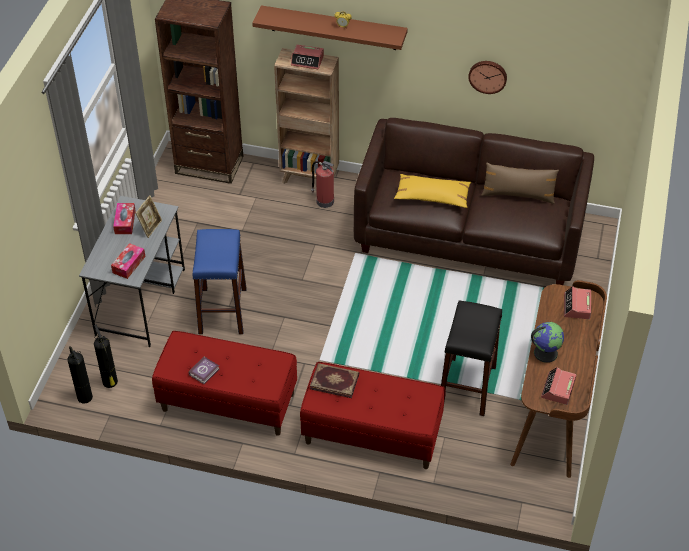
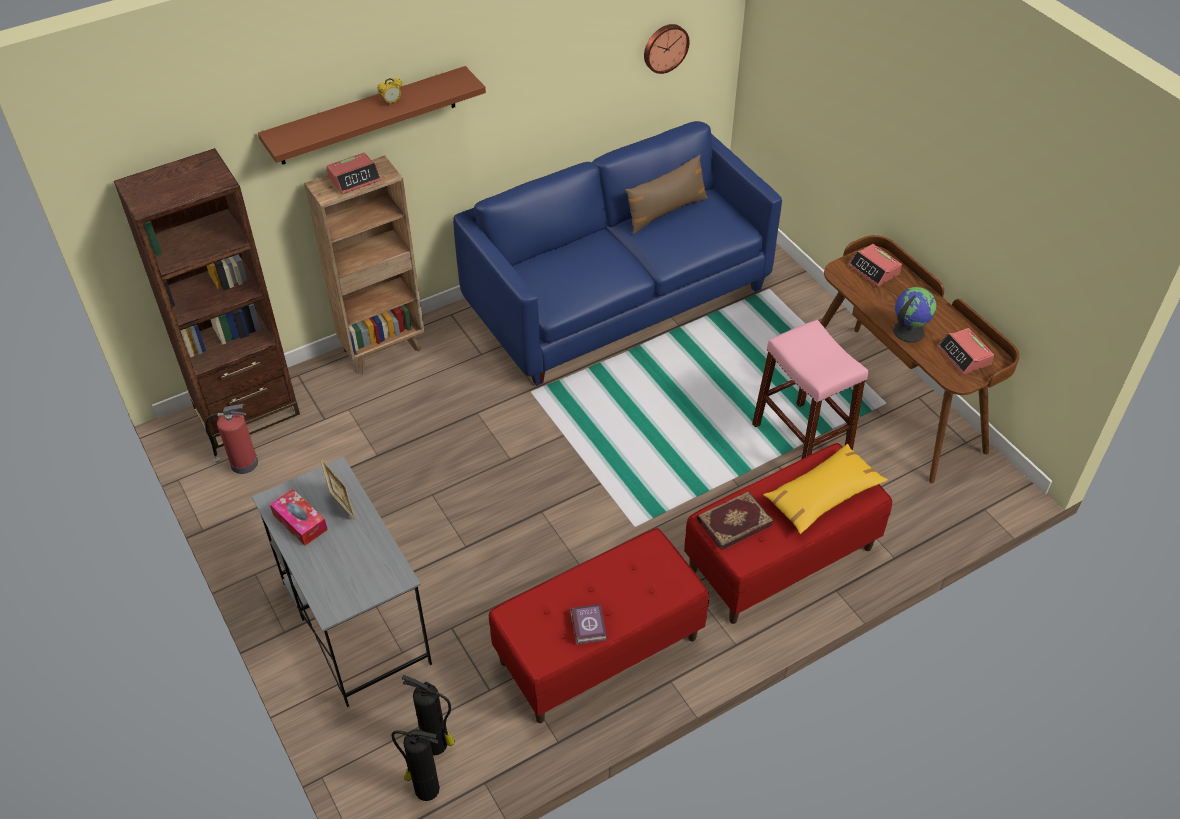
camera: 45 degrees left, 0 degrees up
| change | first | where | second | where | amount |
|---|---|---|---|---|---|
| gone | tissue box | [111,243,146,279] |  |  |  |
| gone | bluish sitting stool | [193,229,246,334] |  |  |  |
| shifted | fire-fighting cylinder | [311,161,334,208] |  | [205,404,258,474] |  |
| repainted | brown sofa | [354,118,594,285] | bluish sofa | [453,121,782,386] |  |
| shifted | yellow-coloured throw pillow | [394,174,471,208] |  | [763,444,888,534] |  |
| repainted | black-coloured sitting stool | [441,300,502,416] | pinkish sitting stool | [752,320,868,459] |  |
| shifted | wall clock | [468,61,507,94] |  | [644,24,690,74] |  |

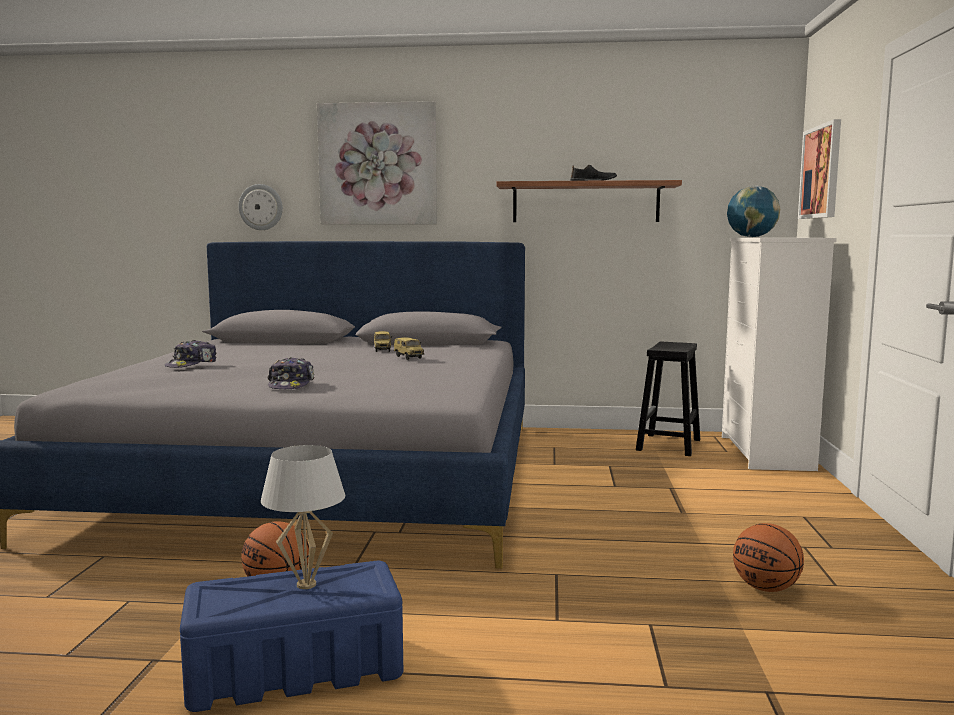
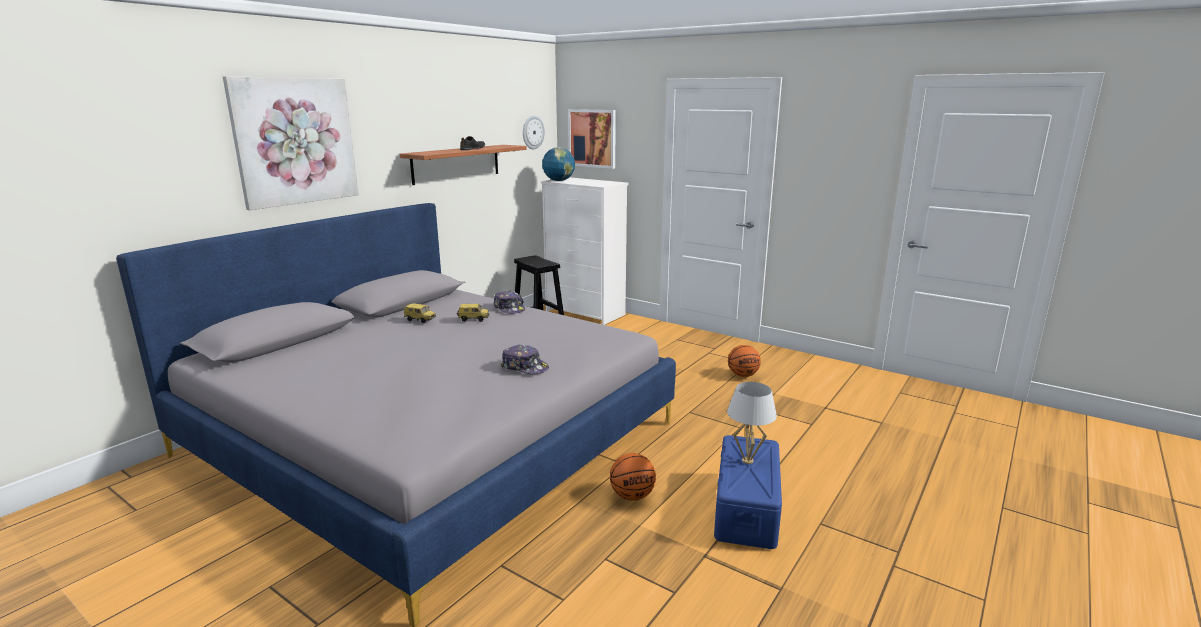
camera: 60 degrees left, 10 degrees up
| change | first | where | second | where | amount |
|---|---|---|---|---|---|
| shifted | baseball cap | [165,340,216,368] |  | [493,291,525,314] |  |
| shifted | wall clock | [238,184,283,230] |  | [523,115,545,149] |  |

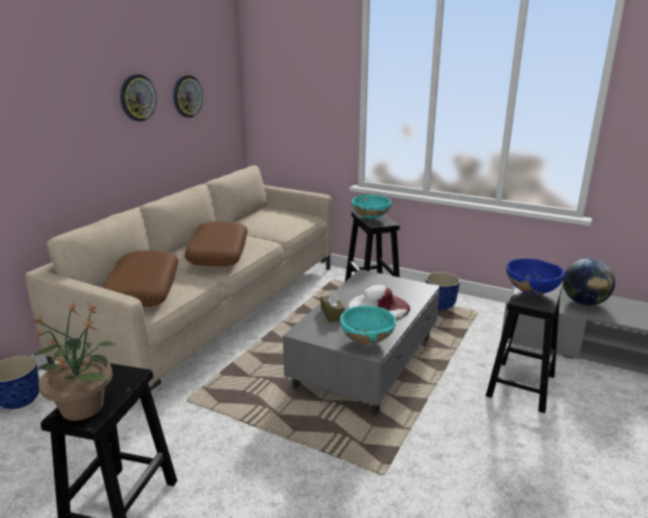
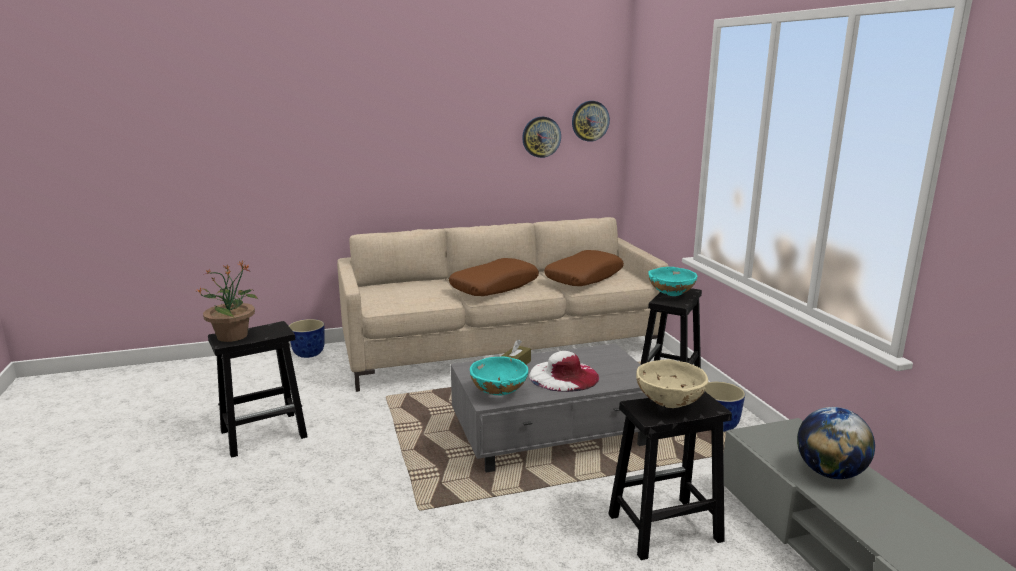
camera: 45 degrees right, 5 degrees down
| change | first | where | second | where | amount |
|---|---|---|---|---|---|
| shifted | brown throw pillow | [103,251,178,307] |  | [544,250,624,286] |  |
| shifted | wall clock | [120,74,157,122] |  | [572,101,610,142] |  |
| repainted | bluish serving bowl | [506,258,565,295] | beige-coloured serving bowl | [636,359,708,408] |  |

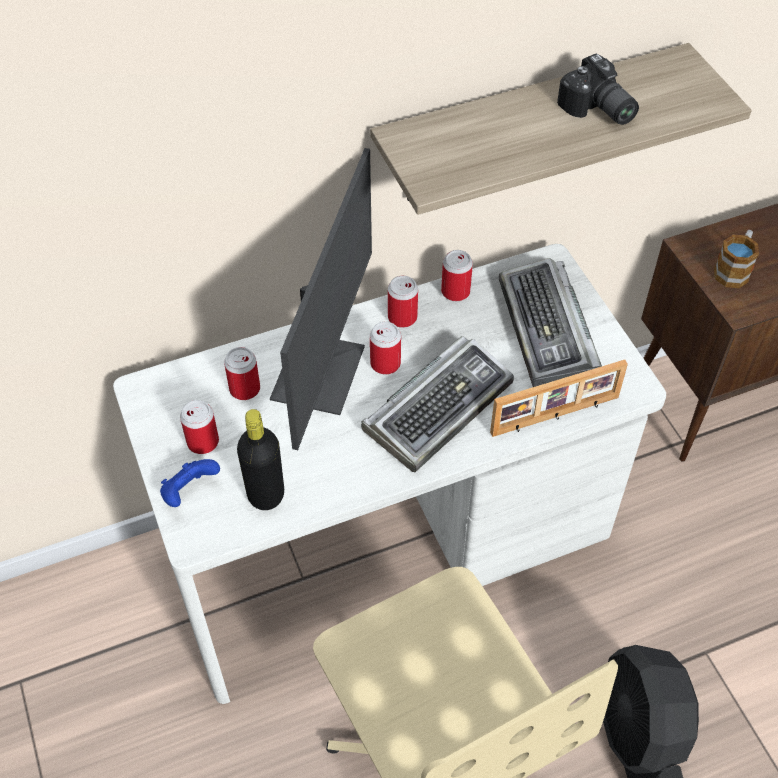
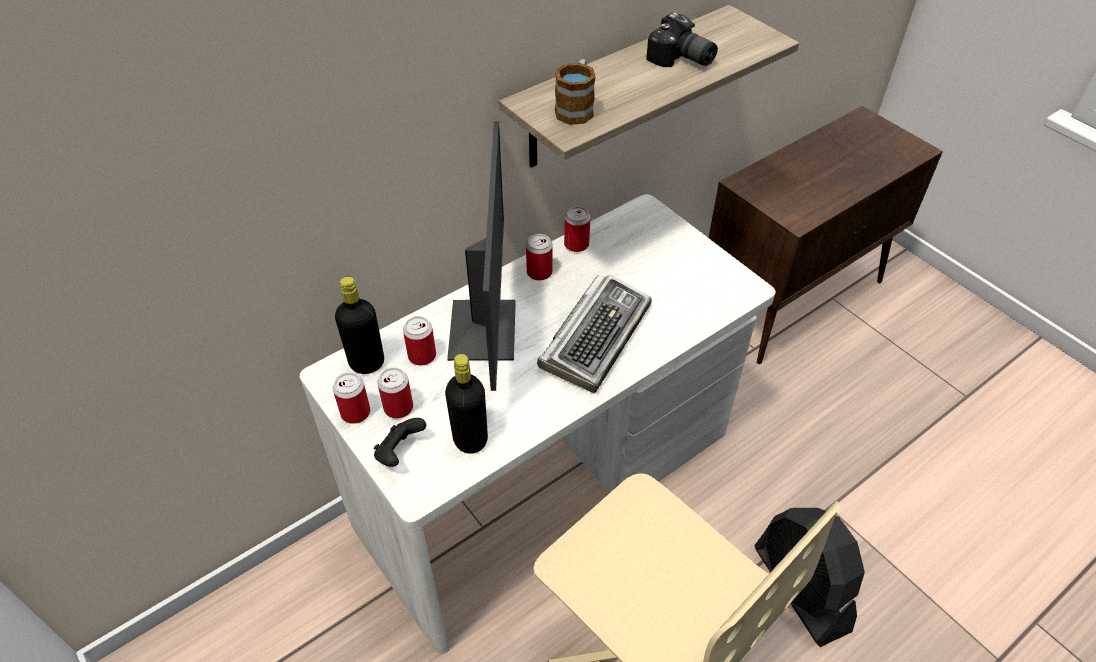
camera: 15 degrees left, 5 degrees down
| change | first | where | second | where | amount |
|---|---|---|---|---|---|
| repainted | bluish game controller | [160,459,220,507] | black-coloured game controller | [374,418,426,467] |  |
| shifted | metal can | [370,322,401,374] |  | [333,372,370,424] |  |
| gone | photo frame | [490,360,628,437] |  |  |  |
| gone | keyboard | [499,258,602,387] |  |  |  |
| shifted | coffee mug | [714,230,759,288] |  | [555,59,596,125] |  |
| new |  |  | black-coloured bottle | [335,277,384,374] |  |

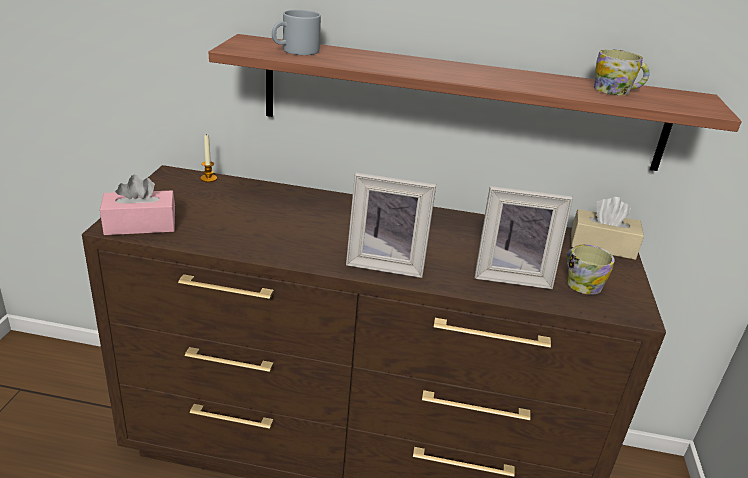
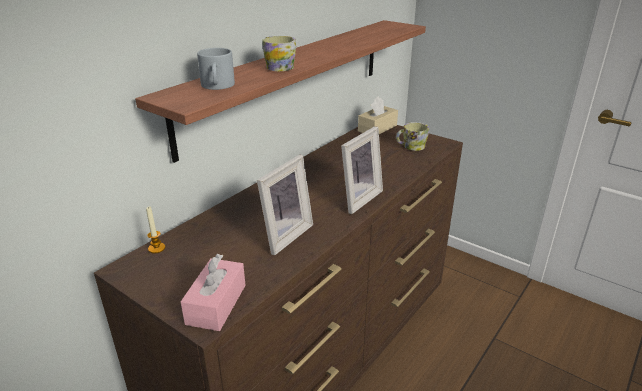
camera: 60 degrees left, 0 degrees up
| change | first | where | second | where | amount |
|---|---|---|---|---|---|
| shifted | photo frame | [474,186,573,289] |  | [257,155,313,255] |  |
| shifted | coffee mug | [594,49,650,95] |  | [263,36,296,71] |  |

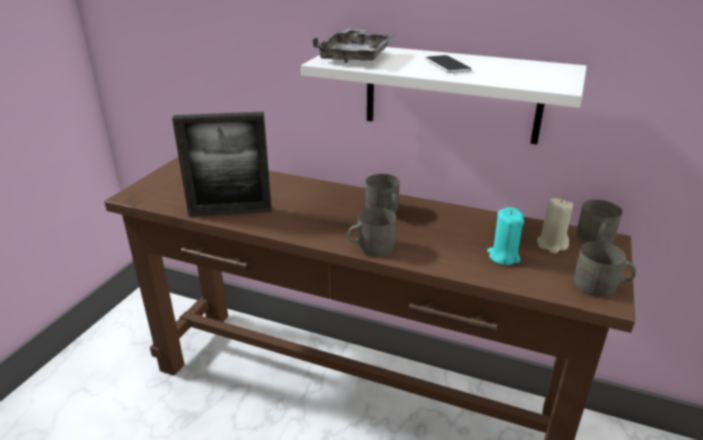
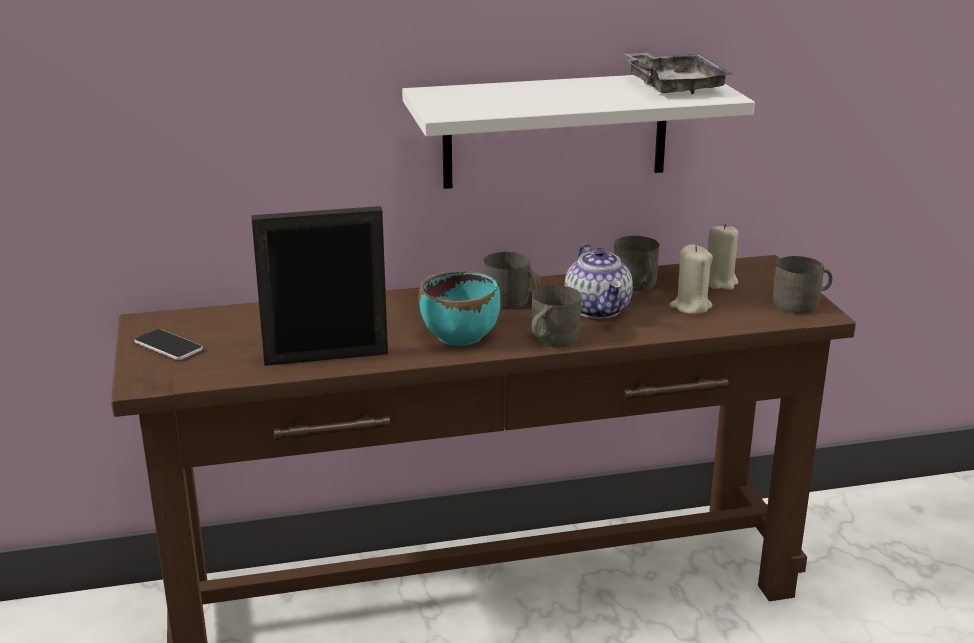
camera: 35 degrees left, 5 degrees down
| change | first | where | second | where | amount |
|---|---|---|---|---|---|
| rotated | photo frame | [172,112,272,217] |  | [251,206,388,366] | 150 degrees counterclockwise |
| shifted | grey serving tray | [313,28,395,63] |  | [624,52,733,94] |  |
| shifted | phone | [425,55,472,73] |  | [134,329,203,360] |  |
| repainted | blue-green wax candle | [487,207,524,265] | beige-coloured wax candle | [670,244,713,314] |  |
| shifted | grey coffee mug | [577,200,622,244] |  | [614,236,659,291] |  |
| new |  |  | blue-green serving bowl | [419,271,500,346] |  |
| new |  |  | tea pot | [565,244,633,319] |  |

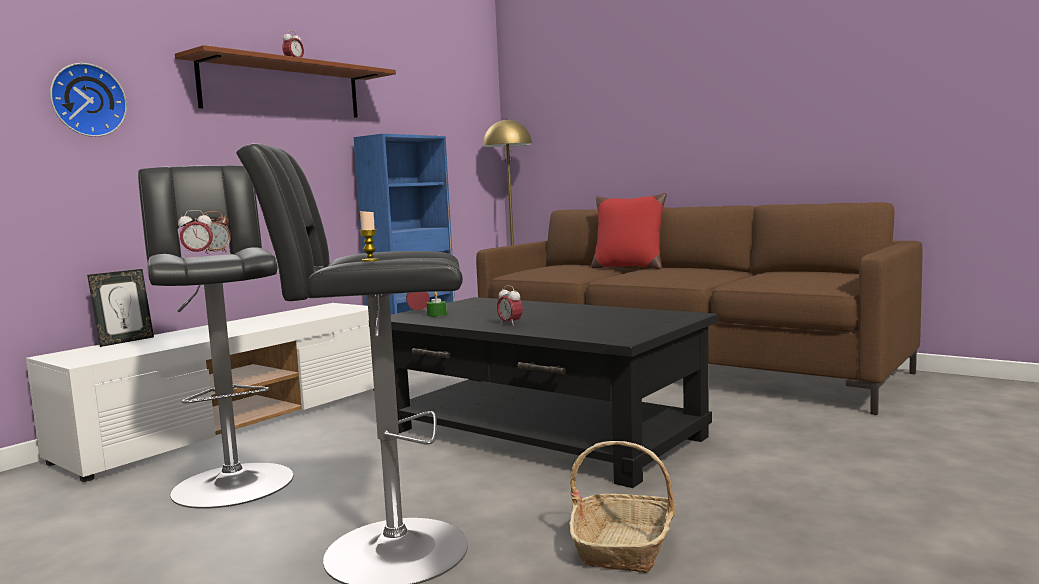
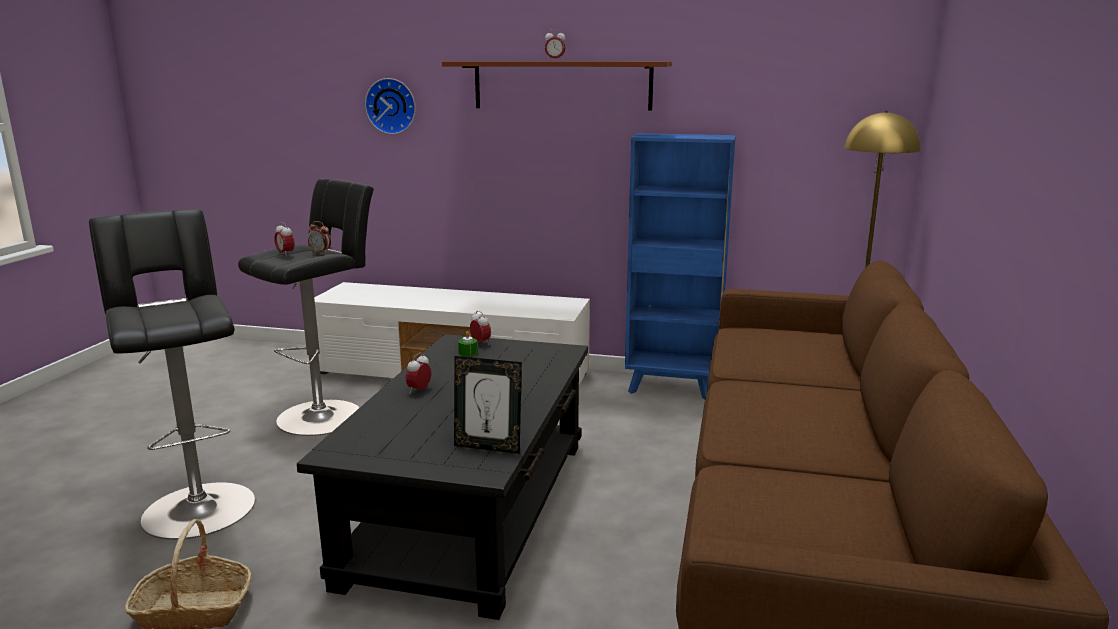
camera: 65 degrees right, 10 degrees up
| change | first | where | second | where | amount |
|---|---|---|---|---|---|
| shifted | photo frame | [87,269,154,347] |  | [454,356,522,454] |  |
| gone | wax candle | [359,210,379,262] |  |  |  |
| gone | red-coloured throw pillow | [591,193,667,269] |  |  |  |

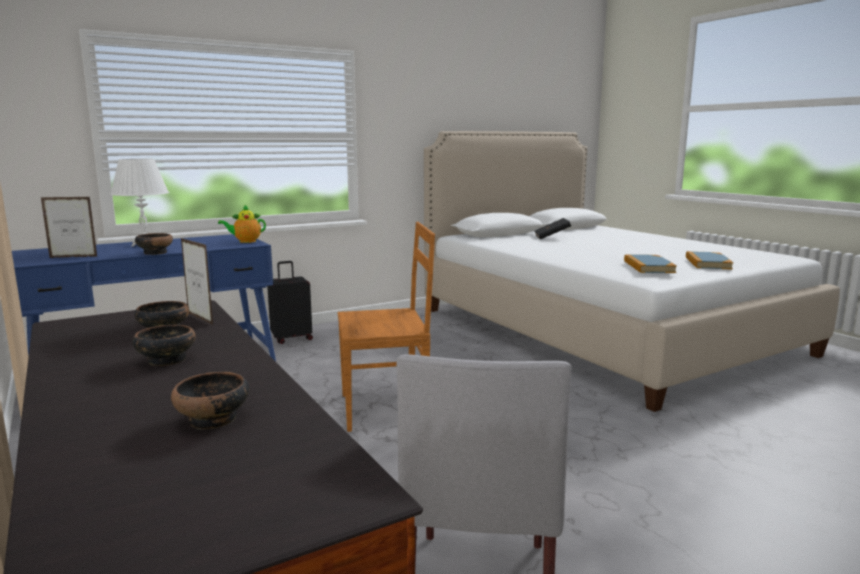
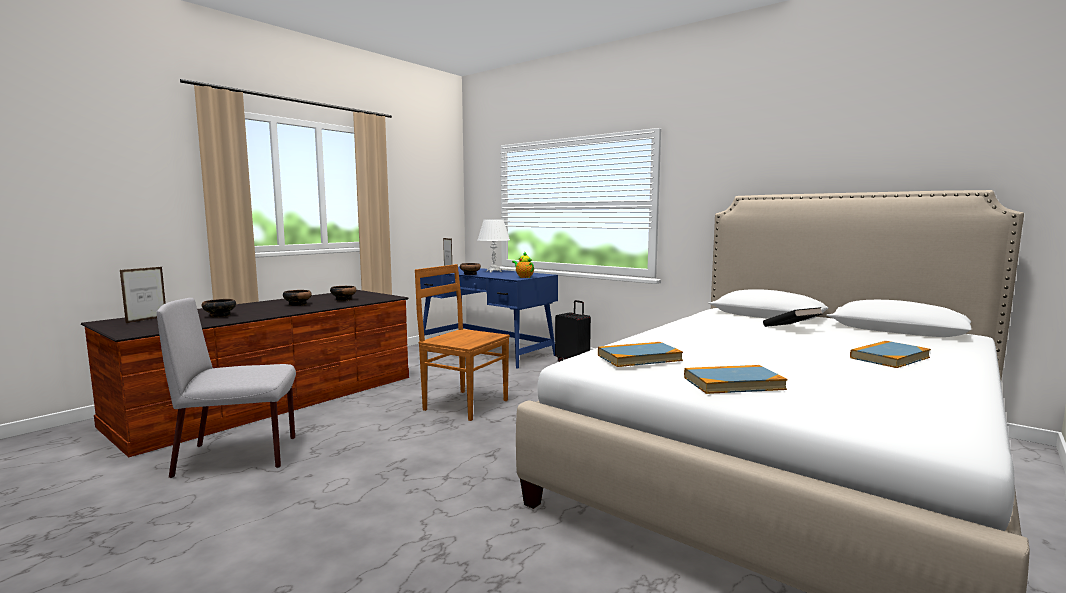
camera: 70 degrees right, 5 degrees down
| change | first | where | second | where | amount |
|---|---|---|---|---|---|
| shifted | photo frame | [181,238,213,325] |  | [120,267,166,323] |  |
| rotated | brown chair | [338,222,435,432] |  | [415,264,510,421] | 150 degrees clockwise |
| new |  |  | volume | [850,341,931,368] |  |

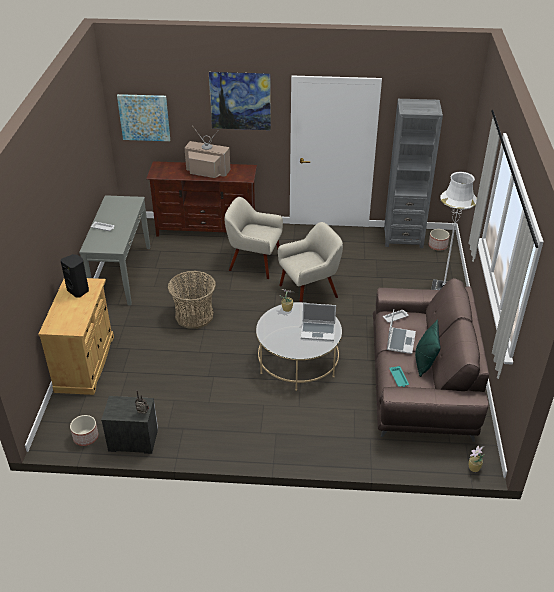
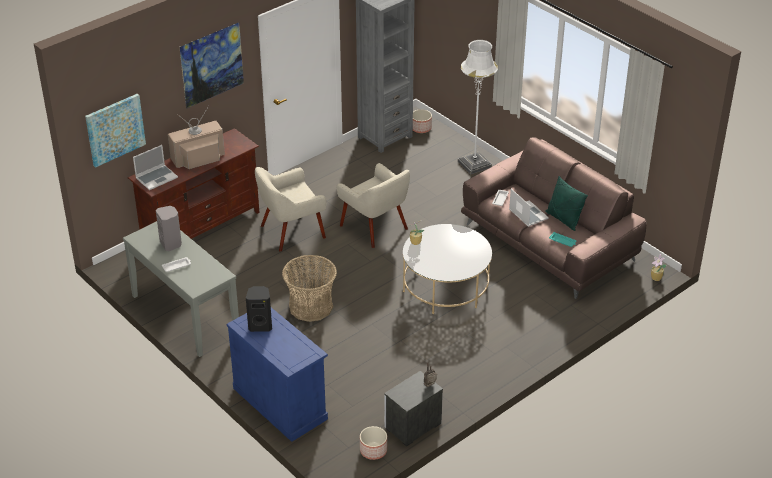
camera: 45 degrees left, 0 degrees up
| change | first | where | second | where | amount |
|---|---|---|---|---|---|
| repainted | beige-coloured storage cabinet | [38,278,114,395] | bluish storage cabinet | [227,308,328,442] |  |
| rotated | beige-coloured lounge chair | [278,222,343,302] |  | [337,163,410,248] | 120 degrees clockwise |
| shifted | laptop | [301,303,336,341] |  | [133,145,178,190] |  |
| new |  |  | grey loudspeaker | [156,206,182,251] |  |

